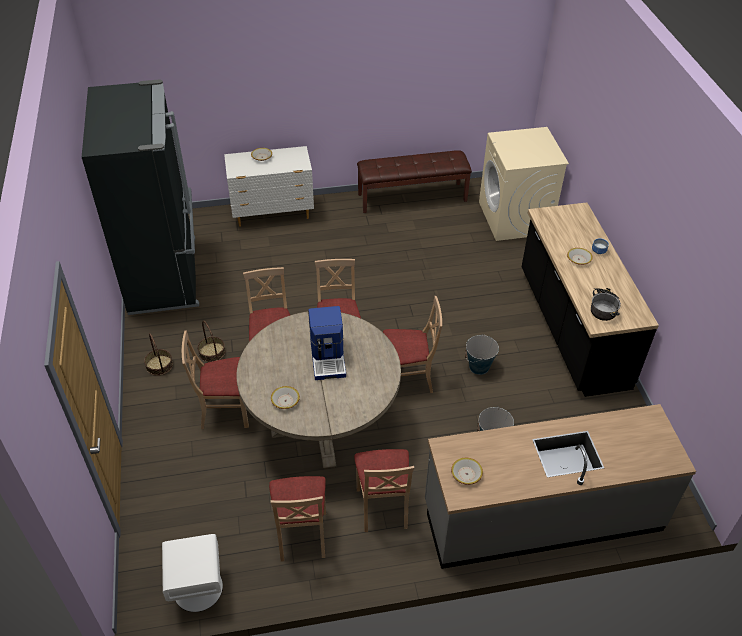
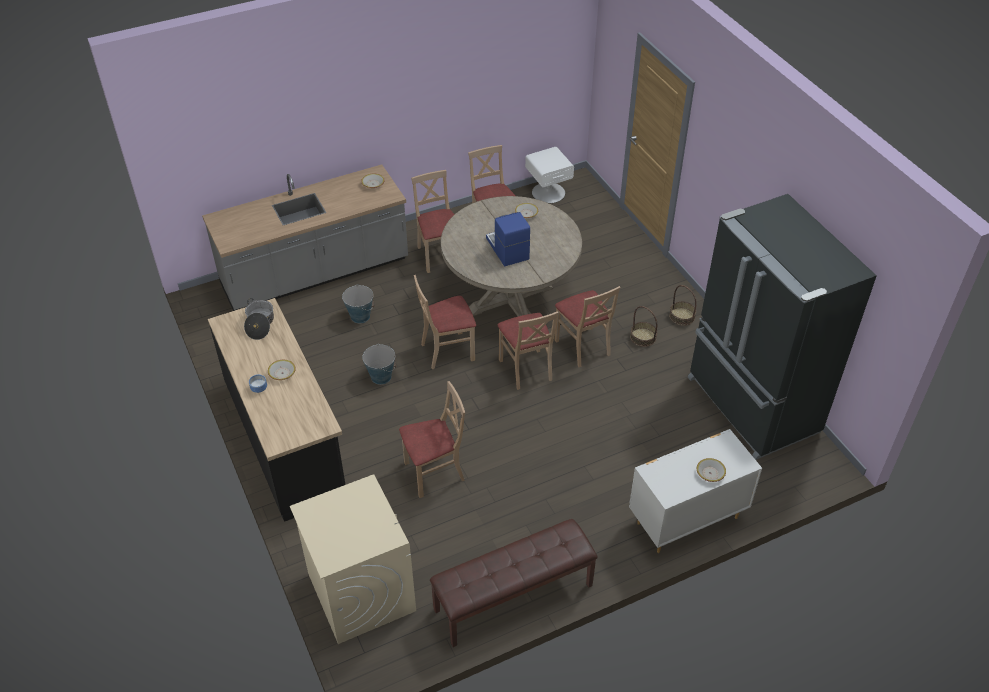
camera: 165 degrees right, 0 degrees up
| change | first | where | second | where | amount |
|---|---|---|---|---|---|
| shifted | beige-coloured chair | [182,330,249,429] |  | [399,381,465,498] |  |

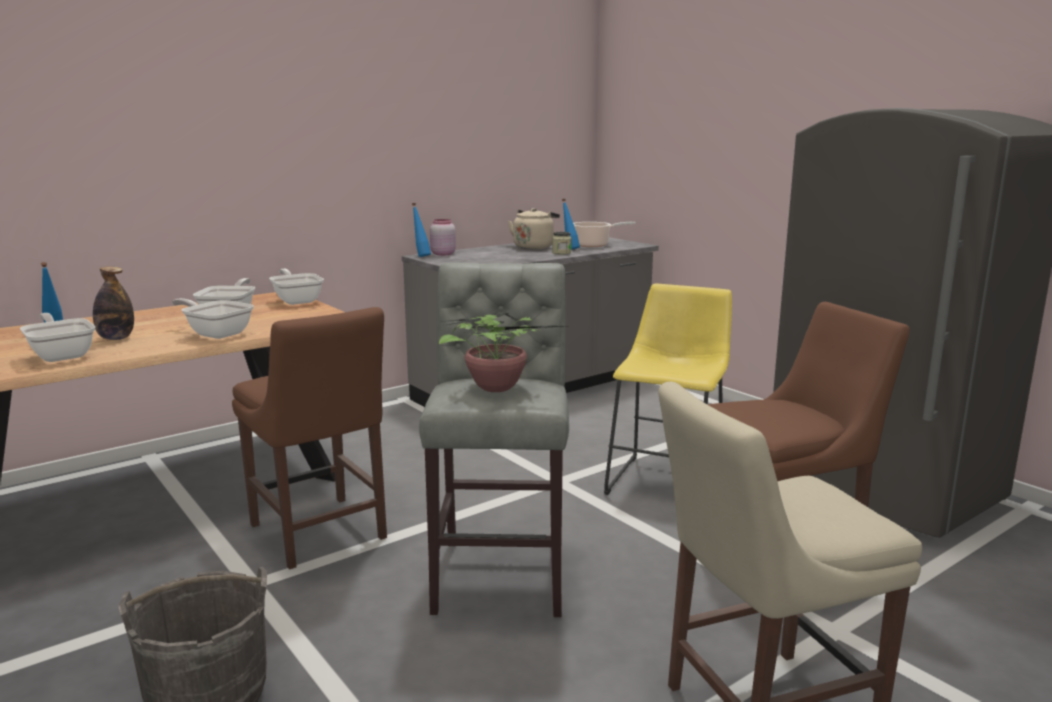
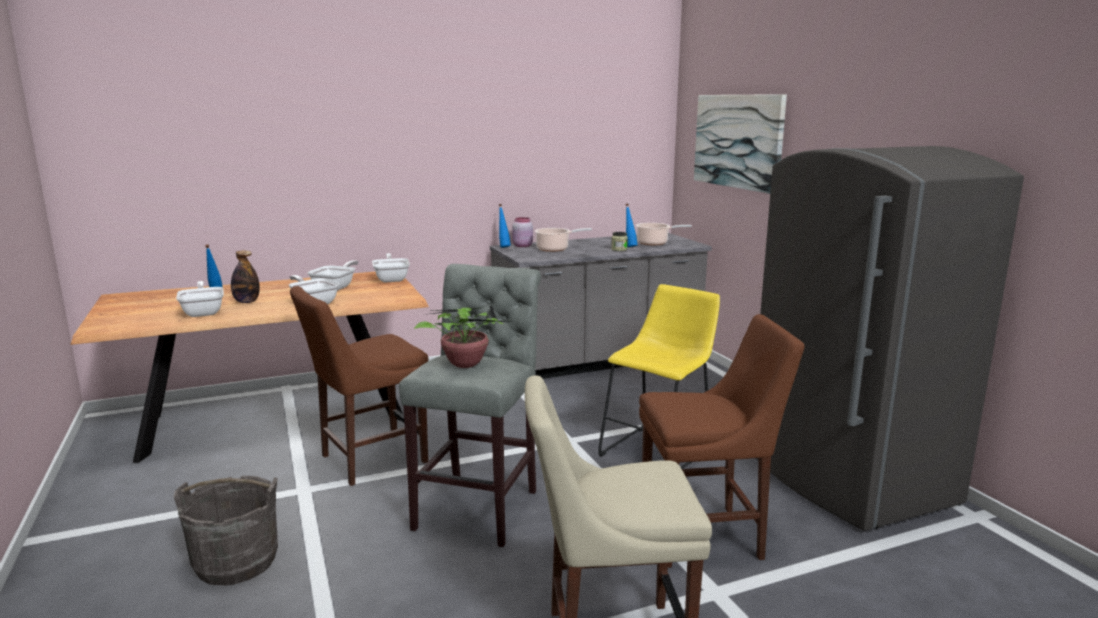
camera: 15 degrees right, 0 degrees up
| change | first | where | second | where | amount |
|---|---|---|---|---|---|
| rotated | brown chair | [232,307,387,569] |  | [290,286,428,486] | 75 degrees clockwise |
| gone | beige-coloured tea kettle | [508,208,560,249] |  |  |  |
| new |  |  | saucepot | [535,228,592,252] |  |
| new |  |  | picture | [694,94,787,194] |  |

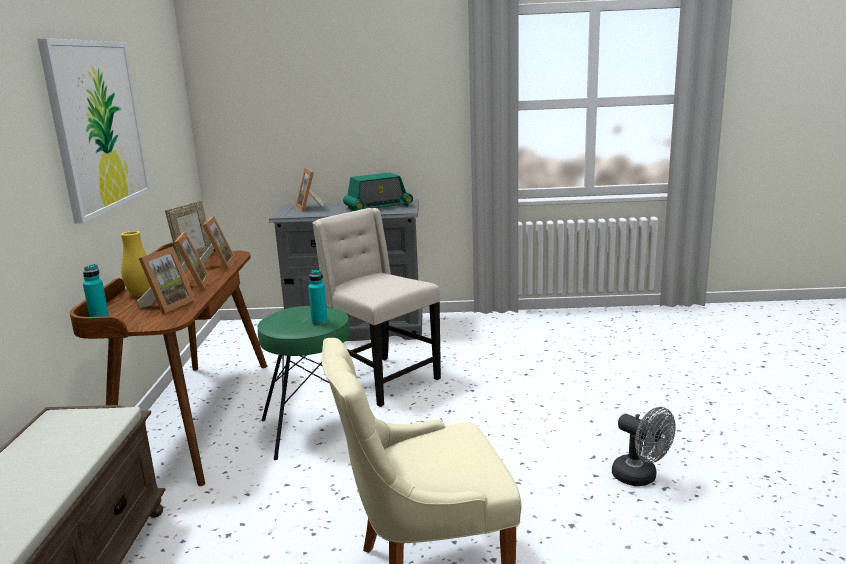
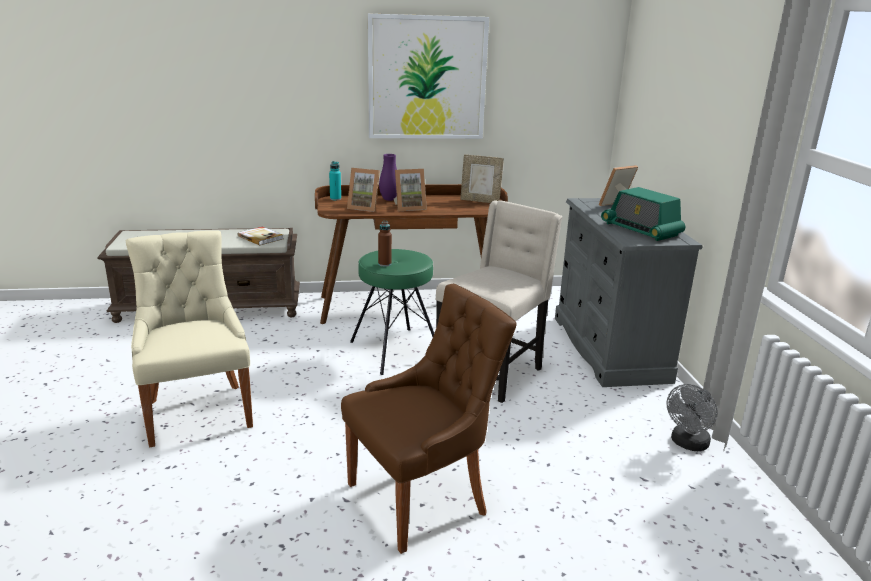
camera: 80 degrees right, 5 degrees up
| change | first | where | second | where | amount |
|---|---|---|---|---|---|
| repainted | yellow-coloured flower vase | [121,231,151,296] | purple flower vase | [379,154,397,201] |  |
| gone | photo frame | [200,216,236,270] |  |  |  |
| repainted | blue-green bottle | [308,270,328,325] | brown bottle | [378,221,392,267] |  |
| shifted | grey fan | [612,407,676,486] |  | [666,384,718,451] |  |
| new |  |  | volume | [238,227,283,245] |  |
| new |  |  | brown chair | [341,283,517,554] |  |

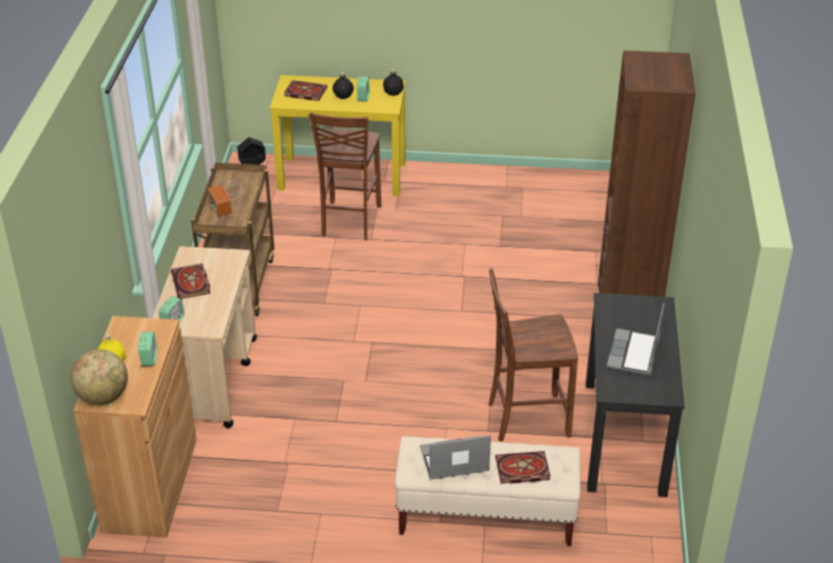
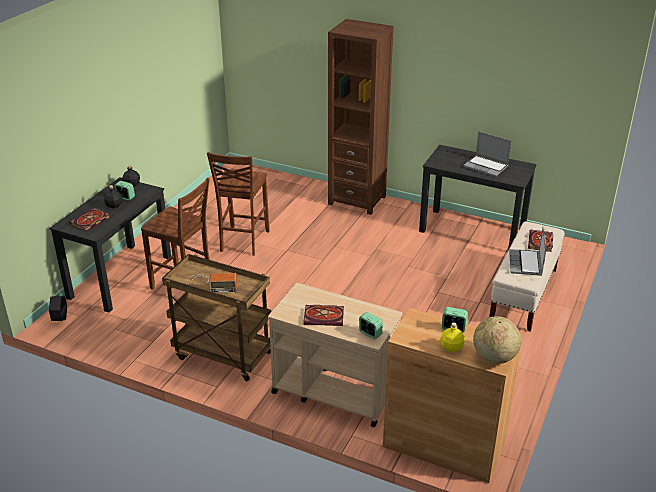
camera: 70 degrees left, 5 degrees down
| change | first | where | second | where | amount |
|---|---|---|---|---|---|
| repainted | yellow-coloured desk unit | [270,75,406,196] | black-coloured desk unit | [49,177,171,313] |  |
| shifted | brown chair | [489,268,578,442] |  | [207,152,270,256] |  |

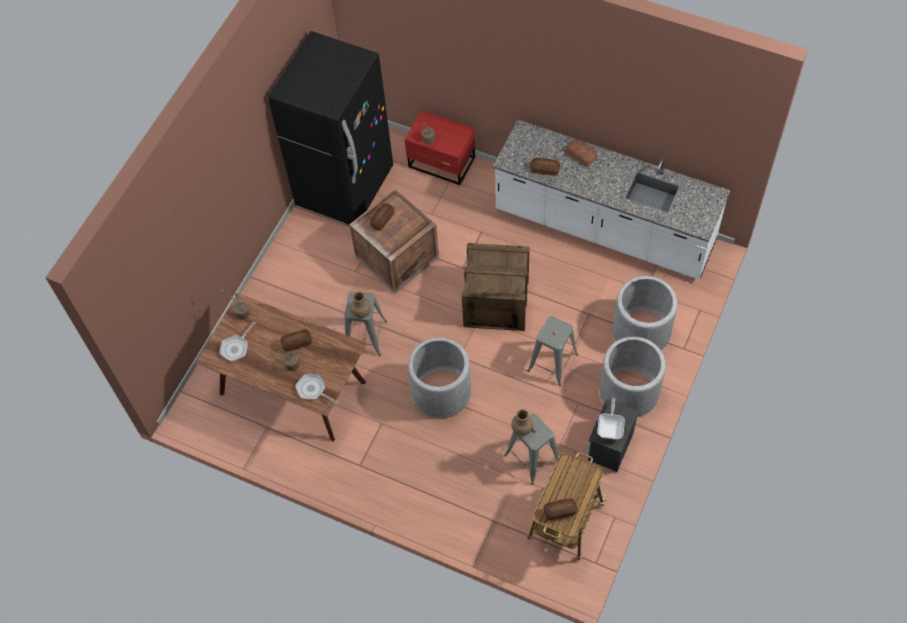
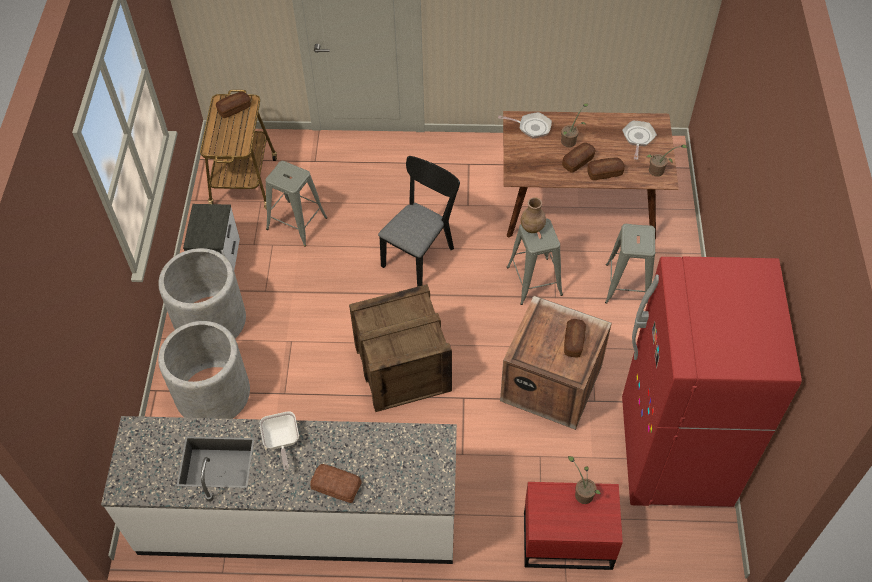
camera: 155 degrees right, 5 degrees down
| change | first | where | second | where | amount |
|---|---|---|---|---|---|
| repainted | black-coloured refrigerator | [268,31,393,225] | red-coloured refrigerator | [622,257,802,507] |  |
| swapped | grey plant pot | [408,337,471,418] | black-coloured chair | [378,156,460,287] |  |
| gone | brown flower vase | [511,409,533,436] |  |  |  |
| shifted | grey sitting stool | [527,316,578,386] |  | [605,224,655,304] |  |
| shifted | bakery bread | [531,158,560,176] |  | [587,157,625,180] |  |
| shifted | frying pan | [597,398,625,440] |  | [260,411,299,470] |  |

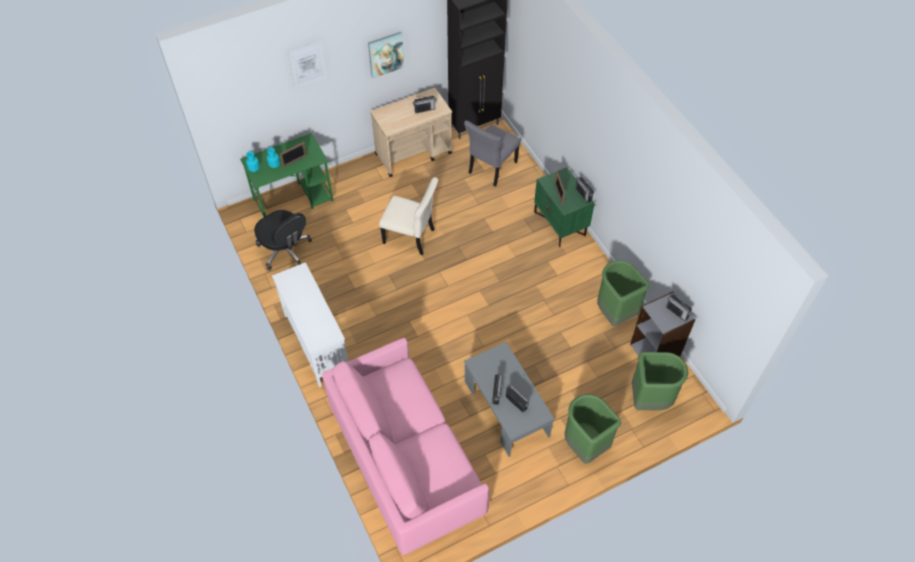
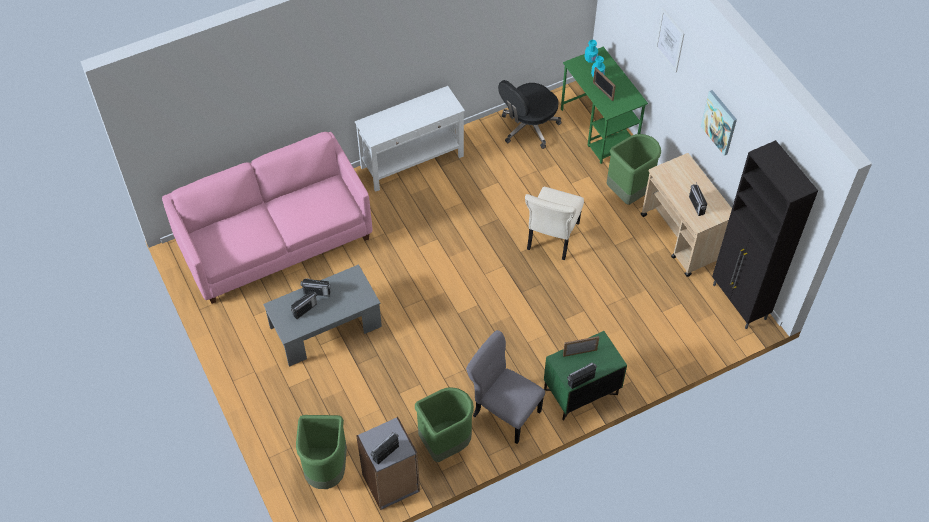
camera: 90 degrees right, 0 degrees up
| change | first | where | second | where | amount |
|---|---|---|---|---|---|
| shifted | grey chair | [464,120,520,187] |  | [466,330,545,444] |  |
| shifted | greenish rubbish bin | [565,394,621,464] |  | [607,134,661,205] |  |

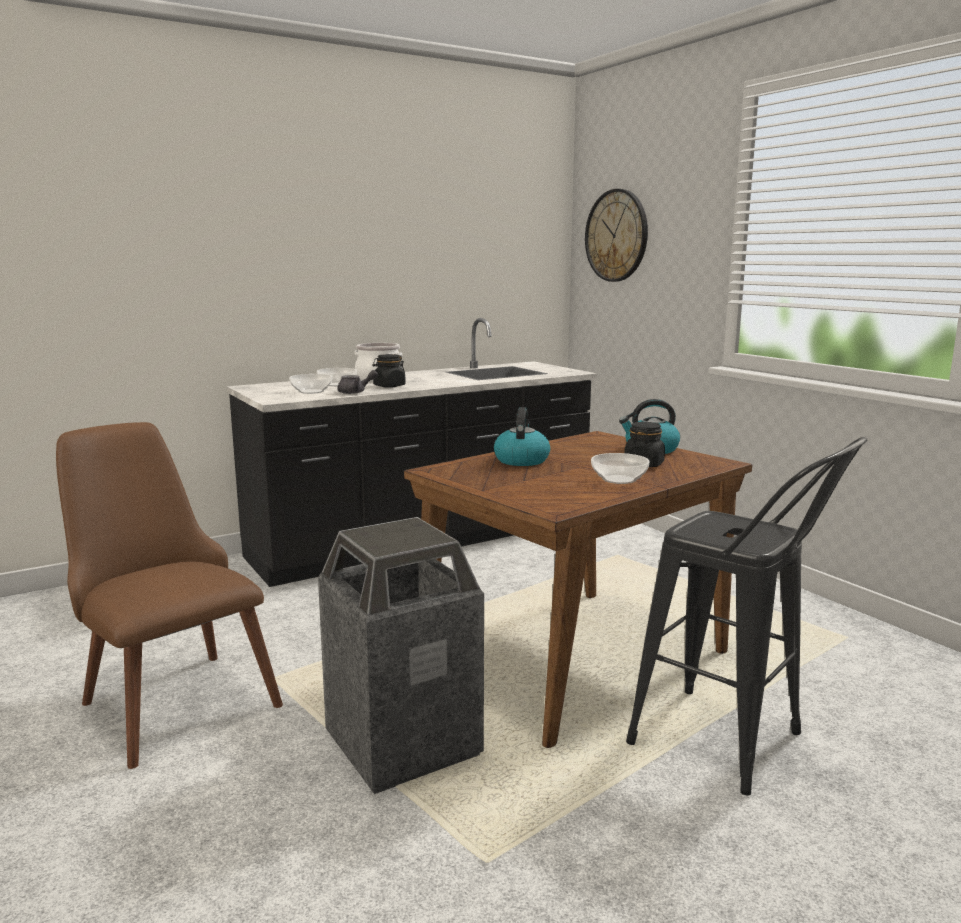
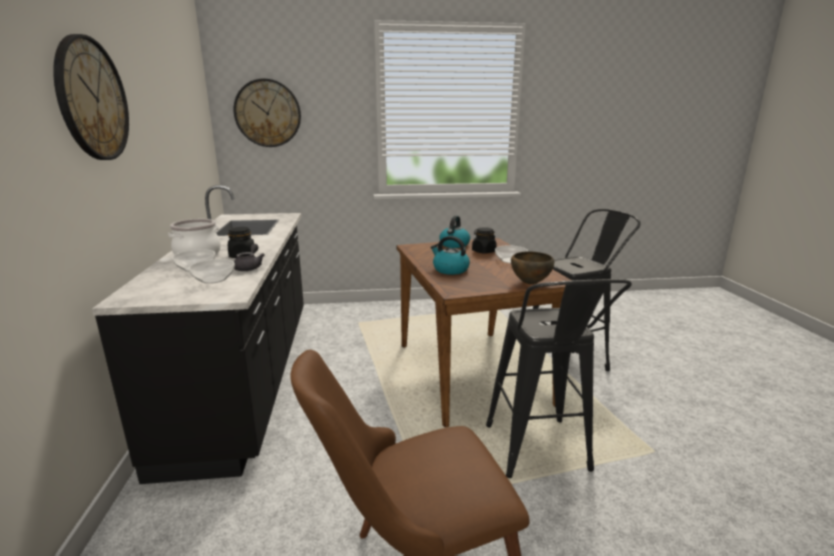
camera: 65 degrees left, 5 degrees up
| change | first | where | second | where | amount |
|---|---|---|---|---|---|
| swapped | rubbish bin | [318,517,484,794] | black-coloured sitting stool | [486,279,632,478] |  |
| new |  |  | wall clock | [53,34,129,160] |  |
| new |  |  | brown serving bowl | [511,252,554,284] |  |

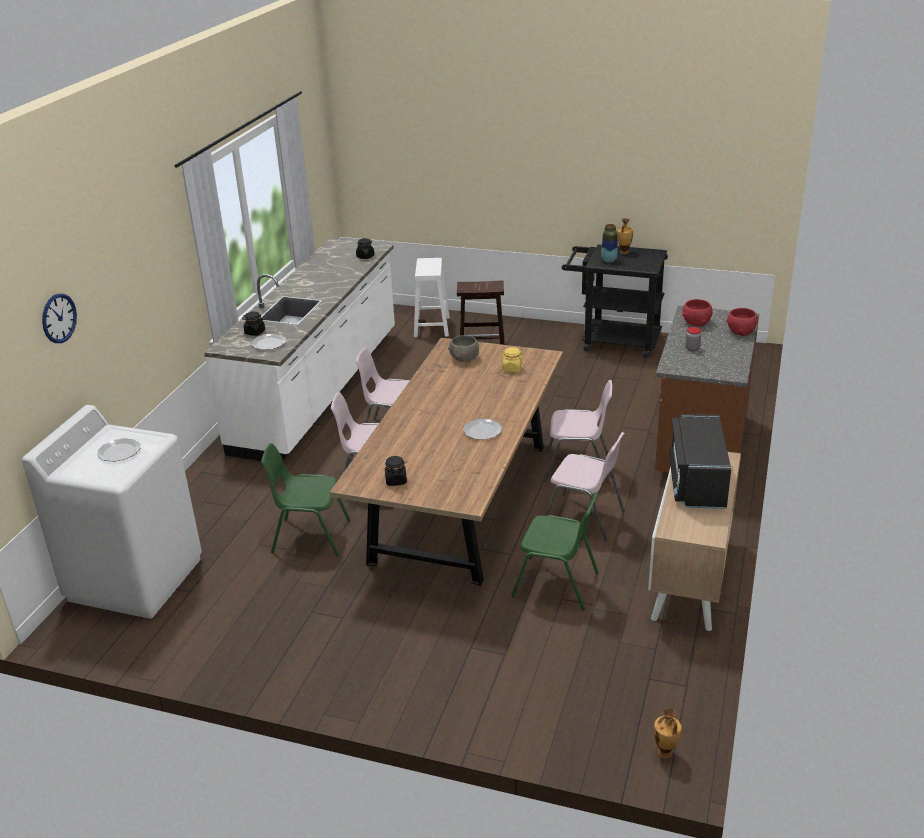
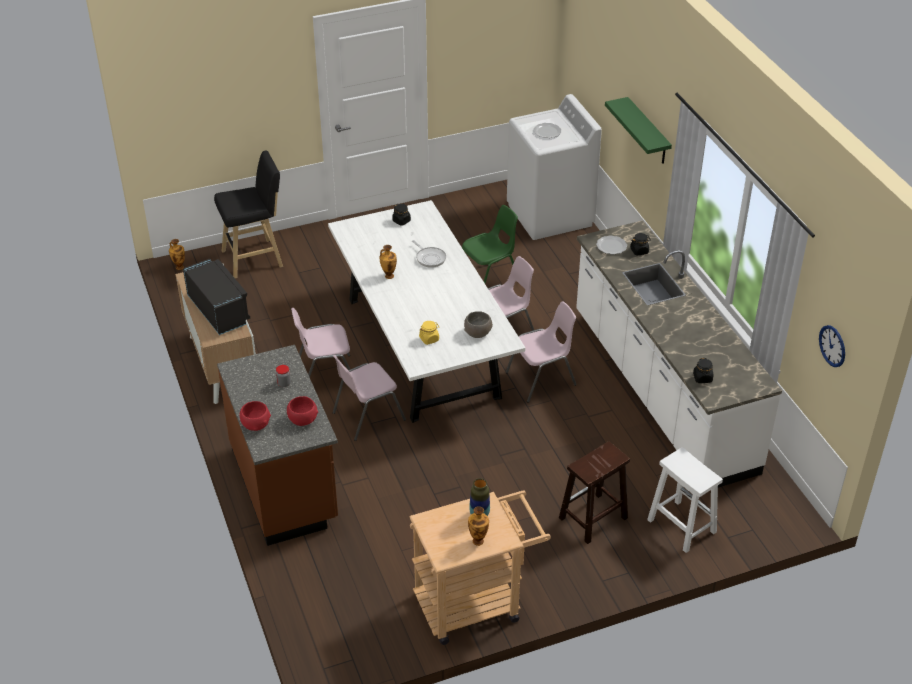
camera: 140 degrees right, 10 degrees up
| change | first | where | second | where | amount |
|---|---|---|---|---|---|
| shifted | wall clock | [42,293,77,343] |  | [819,325,845,367] |  |
| repainted | brown kitchen table | [330,338,563,586] | white-coloured kitchen table | [328,200,525,423] |  |
| swapped | flat dish | [463,419,502,440] | flower vase | [379,245,397,279] |  |
| gone | greenish chair | [511,492,599,610] |  |  |  |
| repainted | black-coloured trolley | [562,244,668,358] | beige-coloured trolley | [409,490,551,645] |  |
| new |  |  | black-coloured sitting stool | [214,151,283,278] |  |
| new |  |  | frying pan | [412,240,446,268] |  |
| new |  |  | greenish bracket shelf | [605,97,672,164] |  |

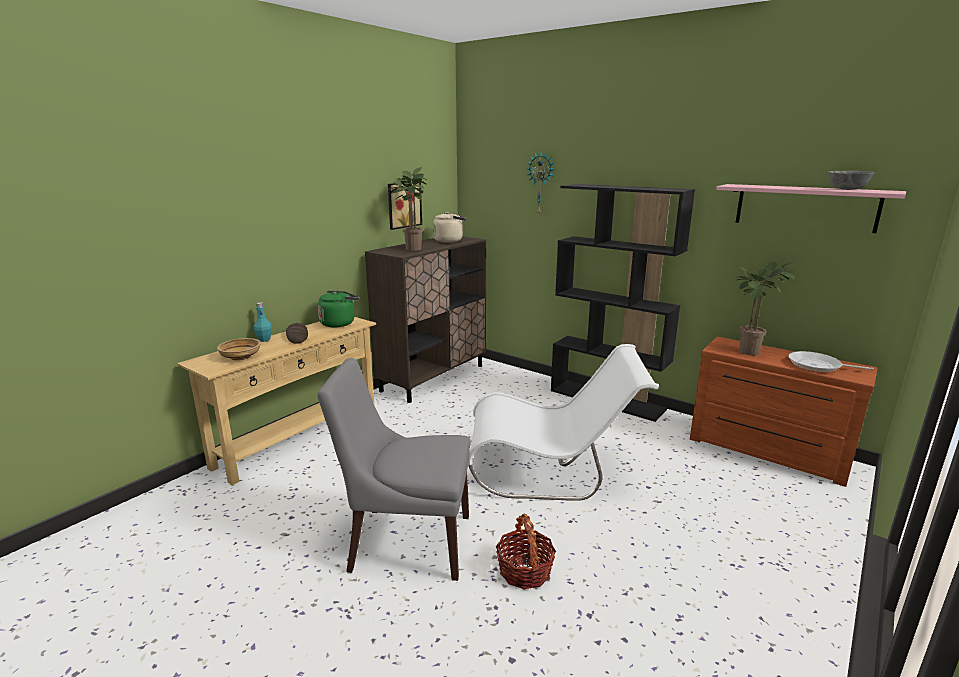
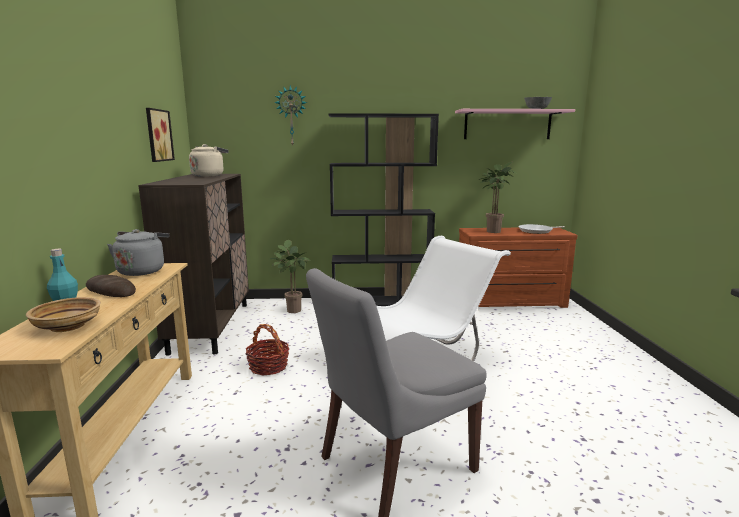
camera: 40 degrees left, 5 degrees down
| change | first | where | second | where | amount |
|---|---|---|---|---|---|
| repainted | greenish tea kettle | [318,290,360,327] | grey tea kettle | [107,229,169,276] |  |
| shifted | houseplant | [388,167,427,251] |  | [270,240,311,313] |  |
| shifted | storage basket | [496,514,556,589] |  | [245,324,289,376] |  |

